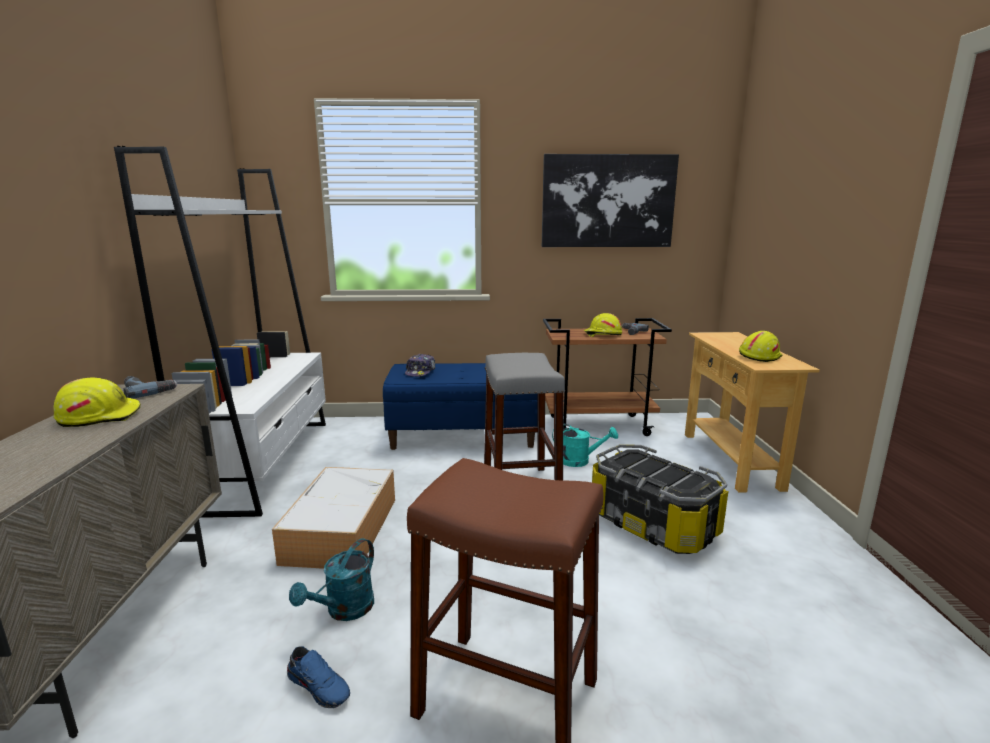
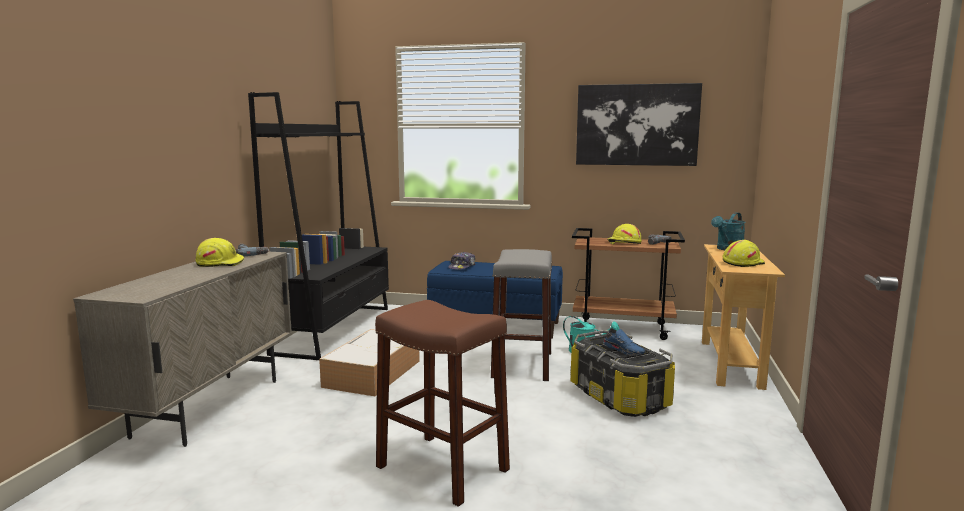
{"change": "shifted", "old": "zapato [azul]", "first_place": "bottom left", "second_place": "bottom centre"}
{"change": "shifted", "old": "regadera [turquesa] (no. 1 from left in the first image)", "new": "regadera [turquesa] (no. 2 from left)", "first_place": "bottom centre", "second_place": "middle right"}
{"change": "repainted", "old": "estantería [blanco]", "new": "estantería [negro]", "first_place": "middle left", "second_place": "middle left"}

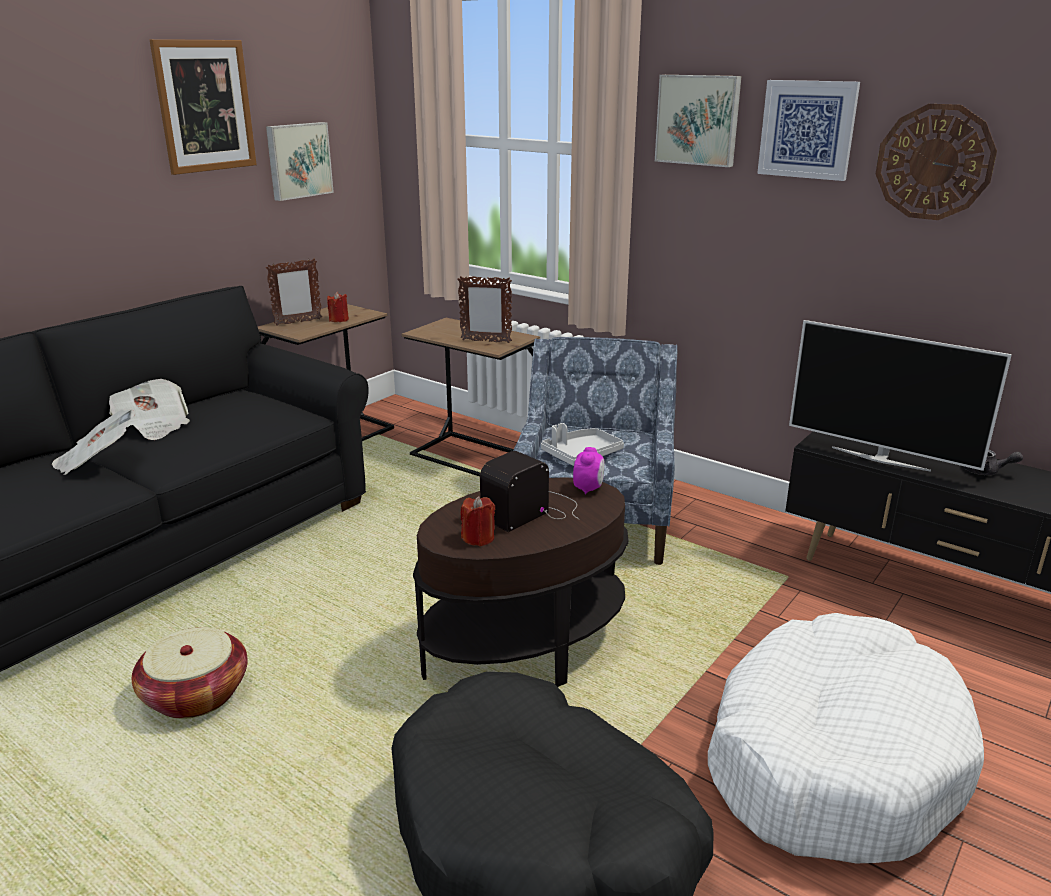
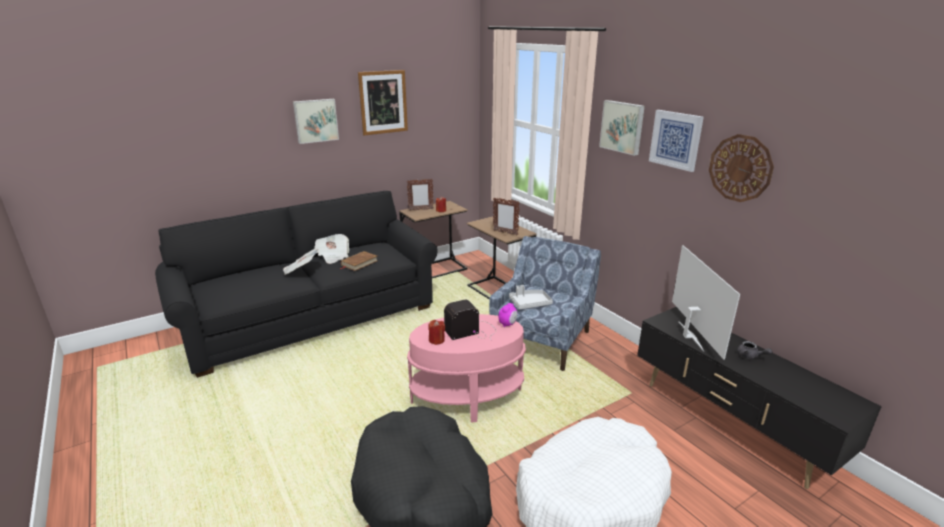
{"change": "gone", "old": "cesta", "first_place": "bottom left"}
{"change": "new", "new": "libro [marrón]", "second_place": "centre"}
{"change": "shifted", "old": "cuadro (no. 2 from left in the first image)", "new": "cuadro (no. 1 from left)", "first_place": "top left", "second_place": "top centre"}
{"change": "repainted", "old": "mesa auxiliar [marrón] (no. 3 from left)", "new": "mesa auxiliar [rosa]", "first_place": "centre", "second_place": "bottom centre"}
{"change": "rotated", "old": "televisor", "first_place": "middle right", "second_place": "middle right", "degrees": -150}

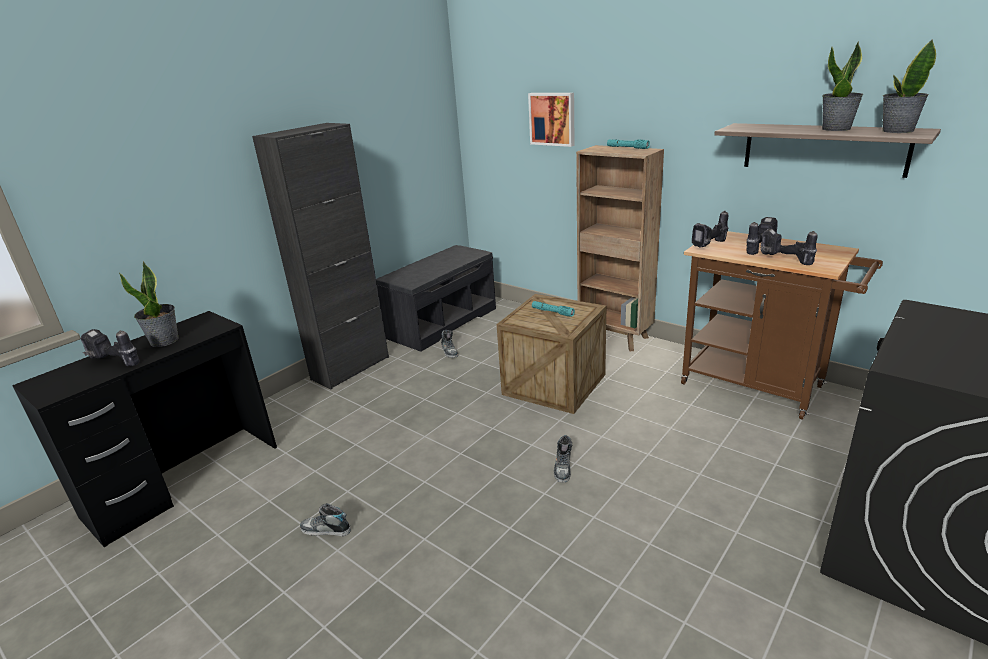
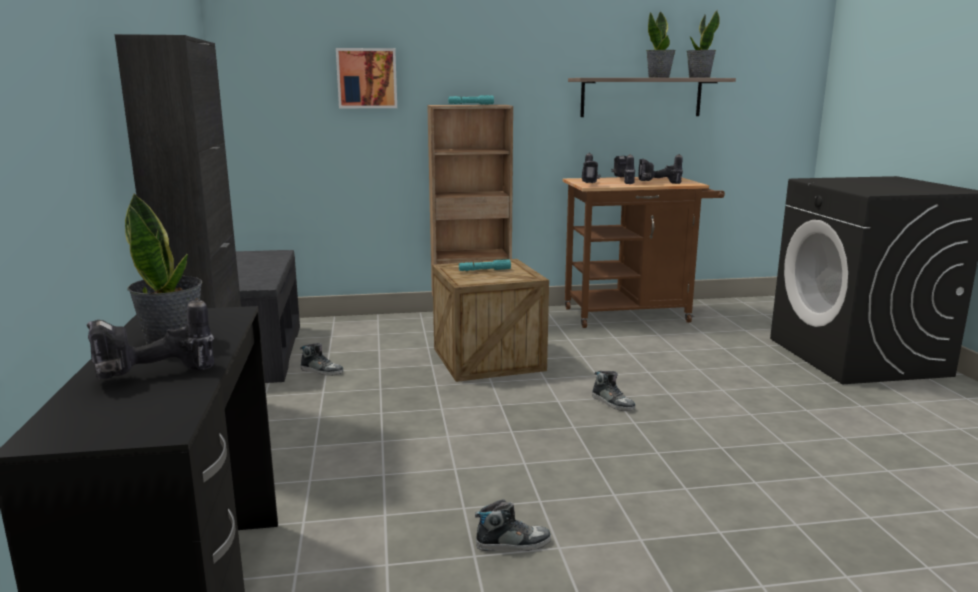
{"change": "rotated", "old": "zapato (no. 1 from left in the first image)", "first_place": "bottom left", "second_place": "bottom centre", "degrees": -150}

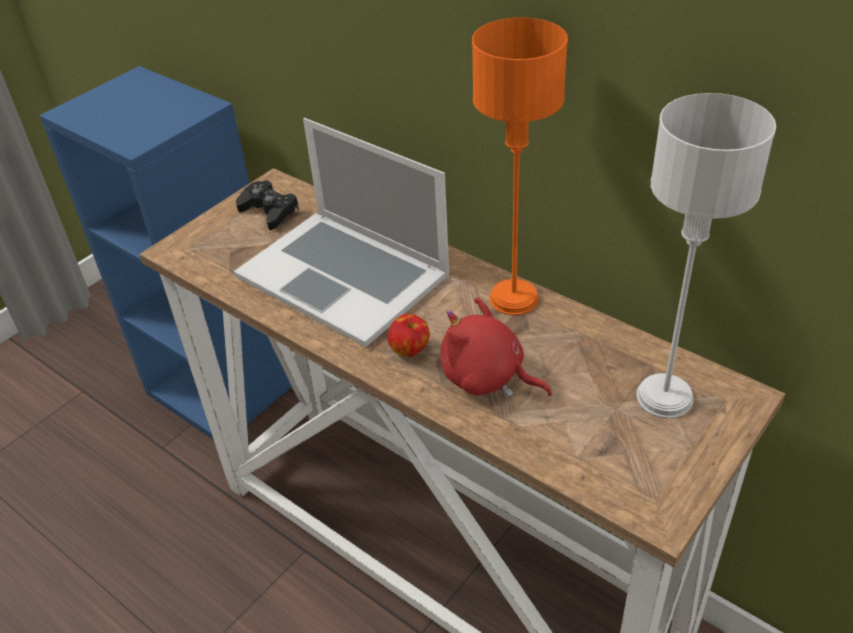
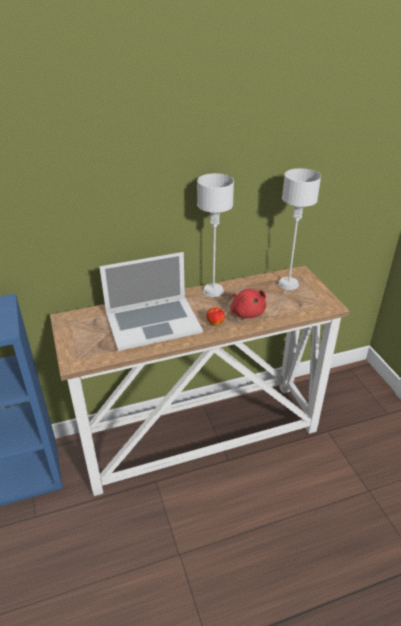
{"change": "gone", "old": "mando de consola [negro]", "first_place": "top left"}
{"change": "repainted", "old": "lámpara de mesa [naranja]", "new": "lámpara de mesa [gris] (no. 1 from left)", "first_place": "top centre", "second_place": "centre"}
{"change": "rotated", "old": "peluche [rojo]", "first_place": "centre", "second_place": "centre", "degrees": -90}

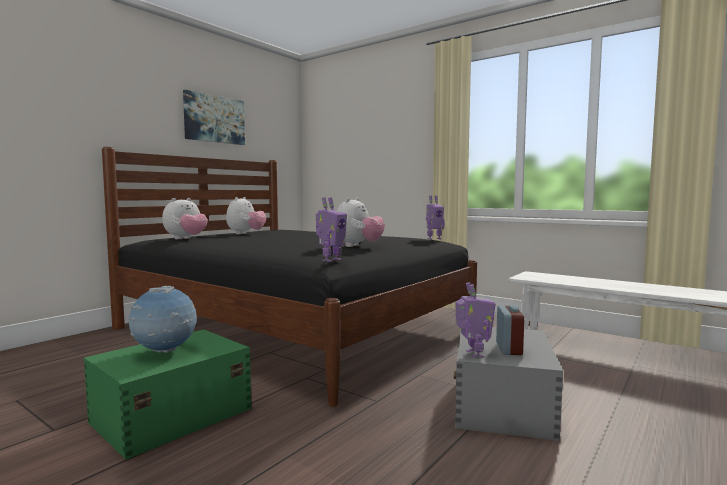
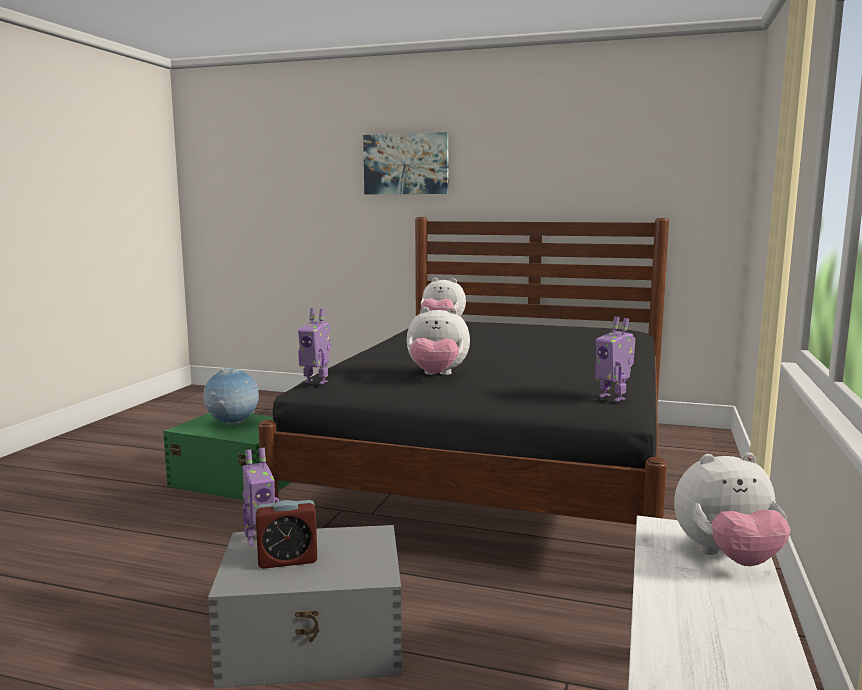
{"change": "shifted", "old": "cuadro", "first_place": "top left", "second_place": "top centre"}
{"change": "shifted", "old": "peluche (no. 2 from left in the first image)", "new": "peluche (no. 3 from left)", "first_place": "centre", "second_place": "bottom right"}

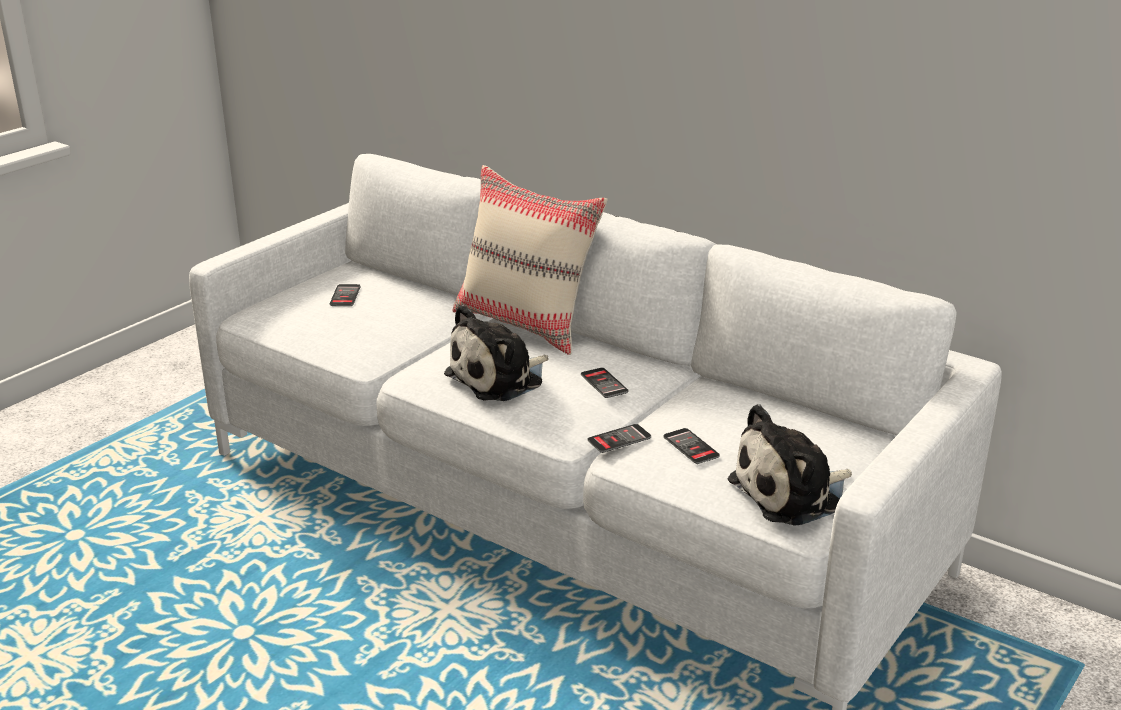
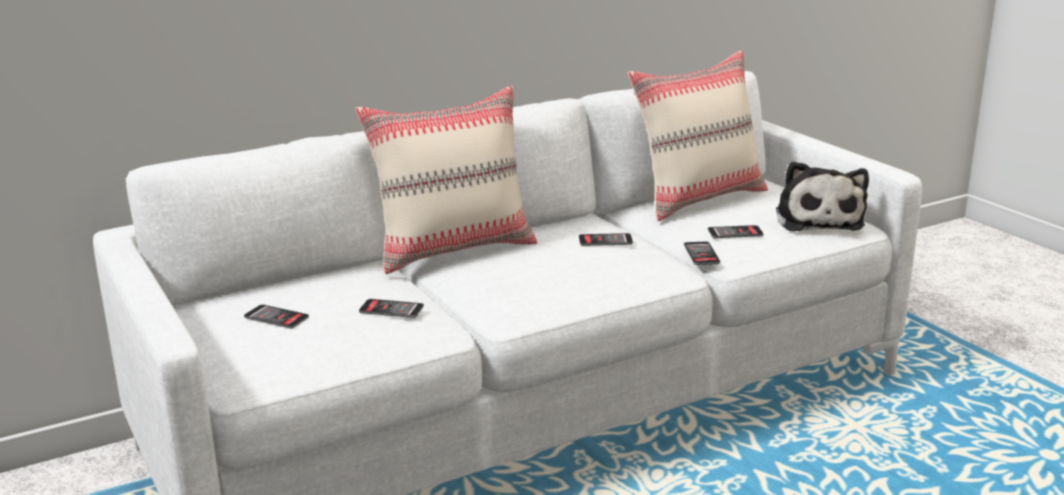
{"change": "gone", "old": "peluche (no. 1 from left)", "first_place": "centre"}
{"change": "new", "new": "móvil (no. 2 from left)", "second_place": "centre"}
{"change": "new", "new": "cojín [beis] (no. 2 from left)", "second_place": "top centre"}

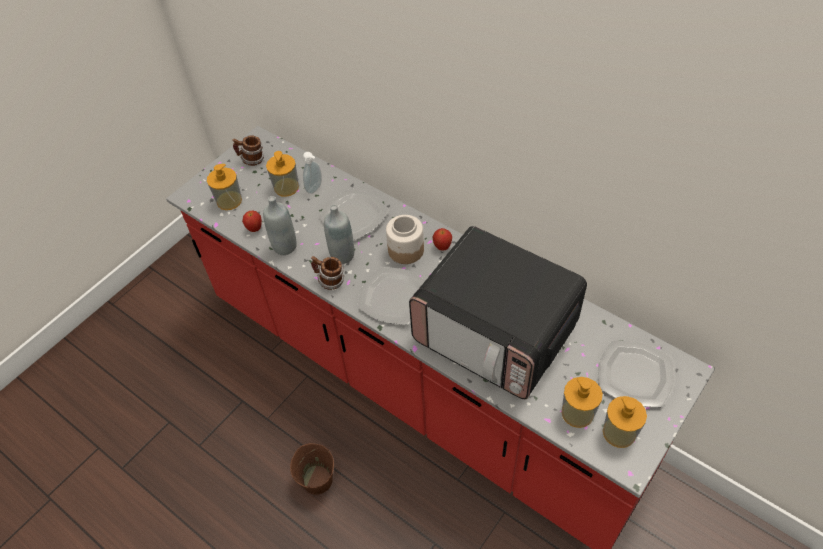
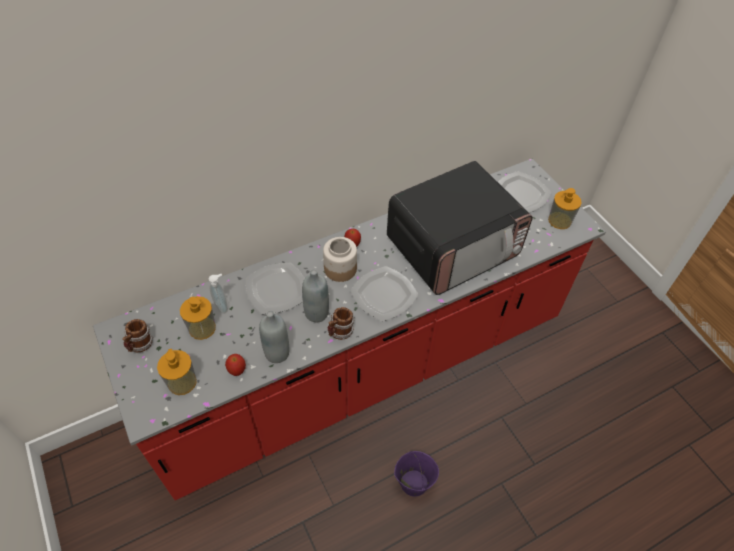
{"change": "gone", "old": "dispensador de jabón (no. 4 from left)", "first_place": "bottom right"}
{"change": "repainted", "old": "cubo [marrón]", "new": "cubo [morado]", "first_place": "bottom centre", "second_place": "bottom centre"}

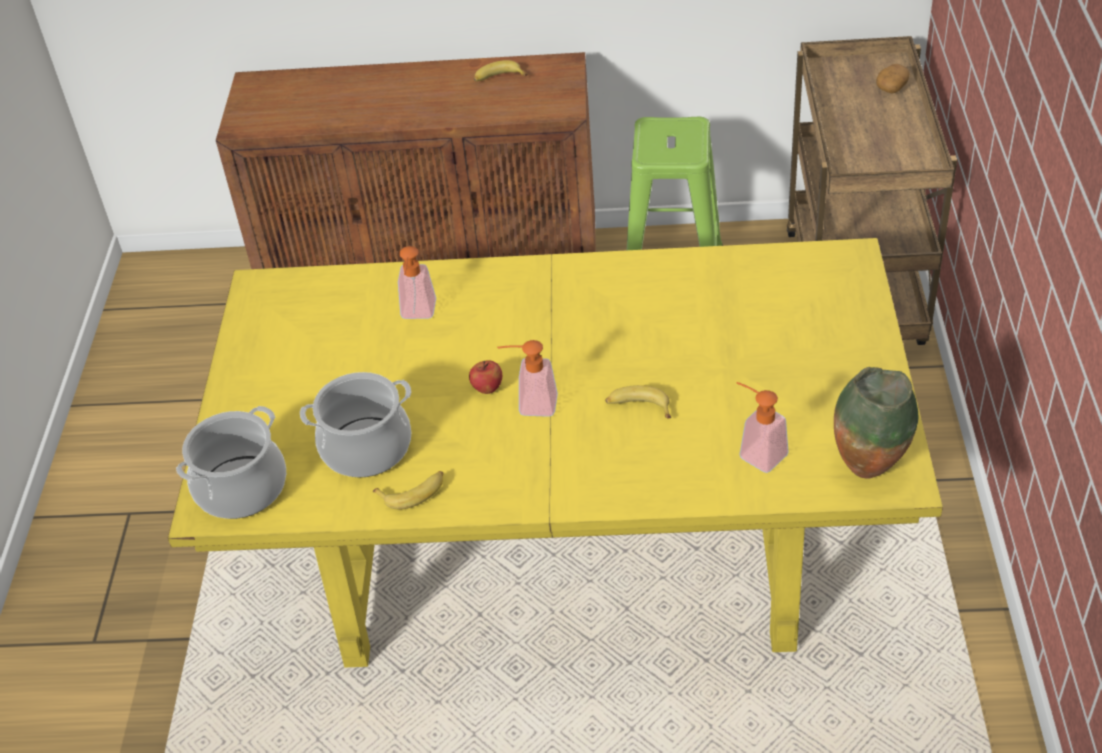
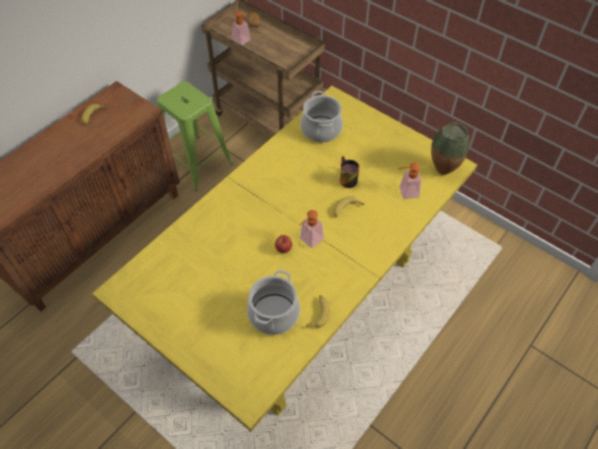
{"change": "new", "new": "taza grande", "second_place": "centre"}
{"change": "shifted", "old": "olla (no. 1 from left in the first image)", "new": "olla (no. 2 from left)", "first_place": "middle left", "second_place": "top centre"}
{"change": "shifted", "old": "dispensador de jabón (no. 1 from left)", "first_place": "centre", "second_place": "top centre"}

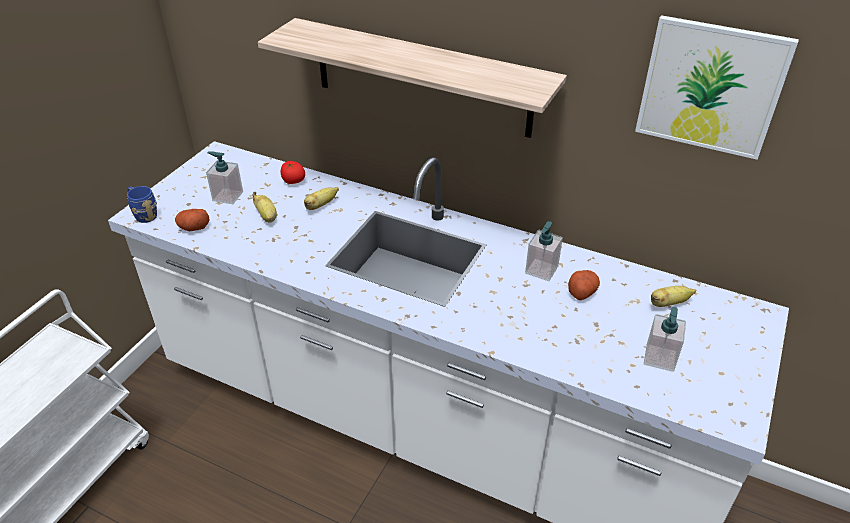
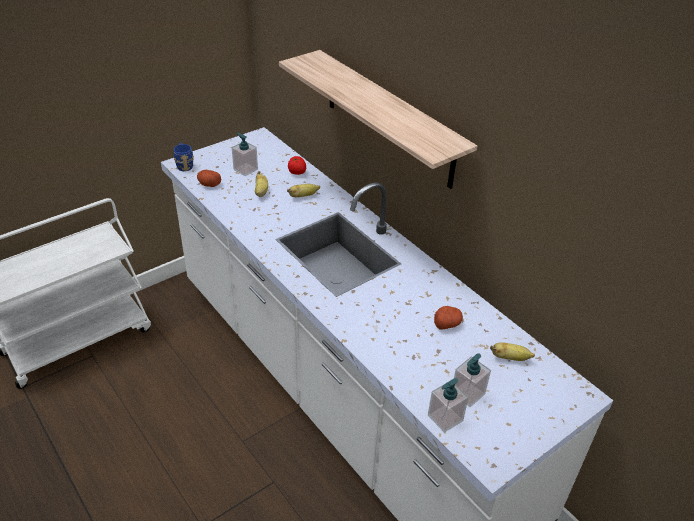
{"change": "gone", "old": "cuadro", "first_place": "top right"}
{"change": "shifted", "old": "dispensador de jabón (no. 2 from left)", "first_place": "centre", "second_place": "bottom centre"}

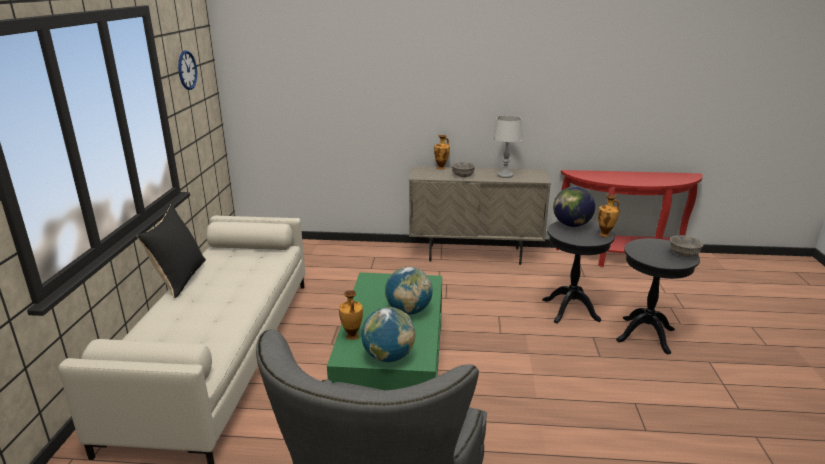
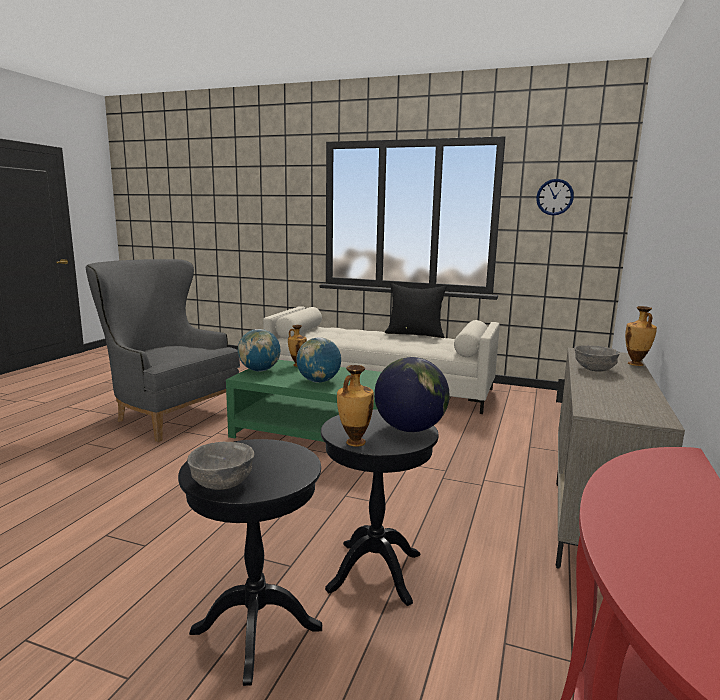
{"change": "gone", "old": "lámpara de mesa [gris]", "first_place": "top centre"}

